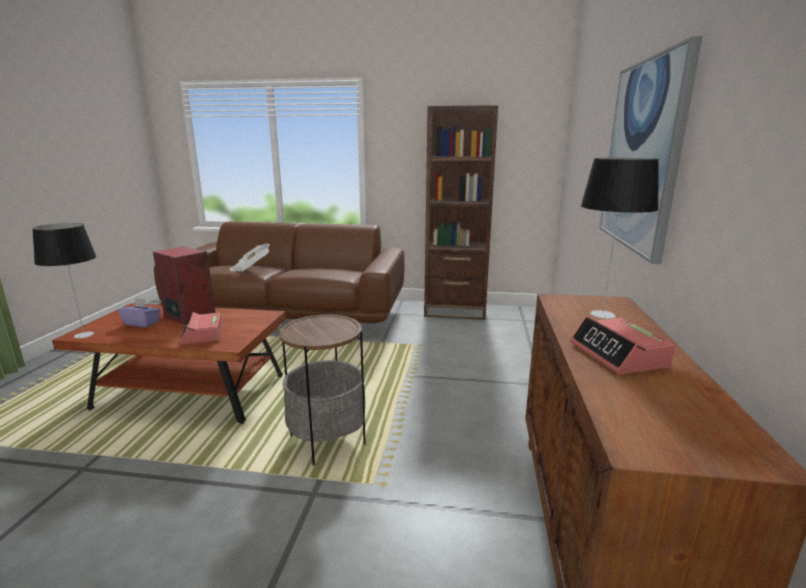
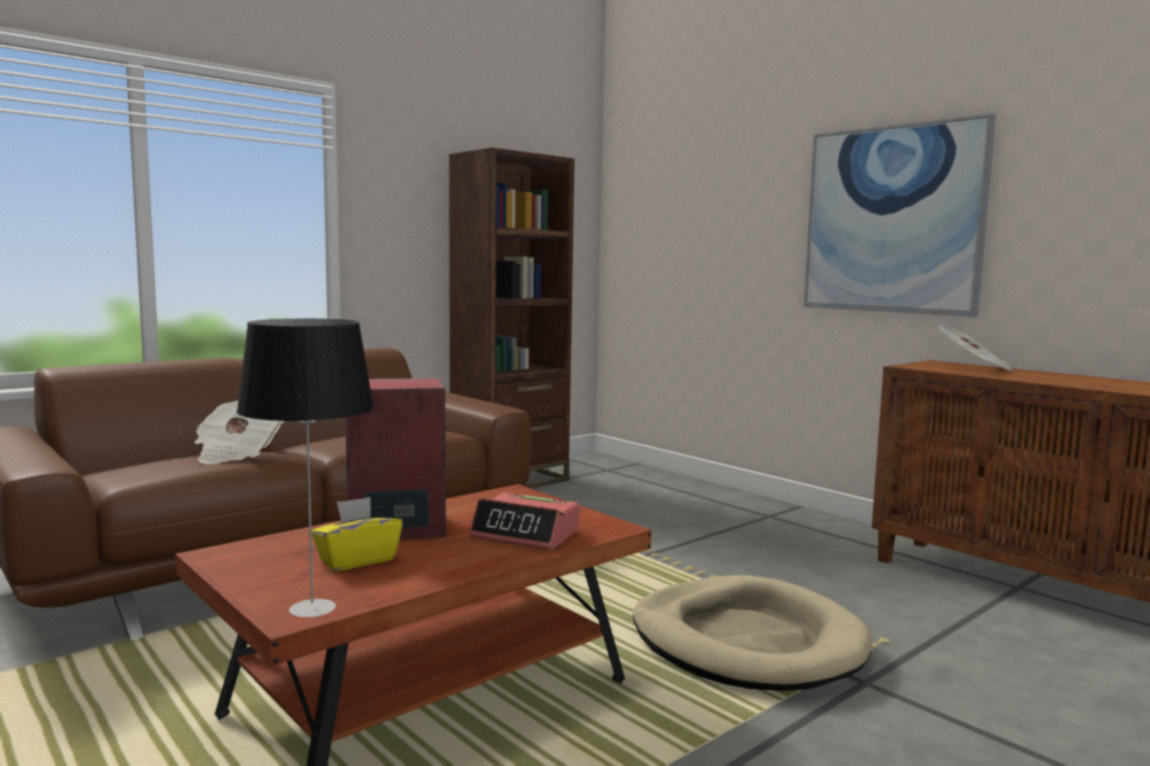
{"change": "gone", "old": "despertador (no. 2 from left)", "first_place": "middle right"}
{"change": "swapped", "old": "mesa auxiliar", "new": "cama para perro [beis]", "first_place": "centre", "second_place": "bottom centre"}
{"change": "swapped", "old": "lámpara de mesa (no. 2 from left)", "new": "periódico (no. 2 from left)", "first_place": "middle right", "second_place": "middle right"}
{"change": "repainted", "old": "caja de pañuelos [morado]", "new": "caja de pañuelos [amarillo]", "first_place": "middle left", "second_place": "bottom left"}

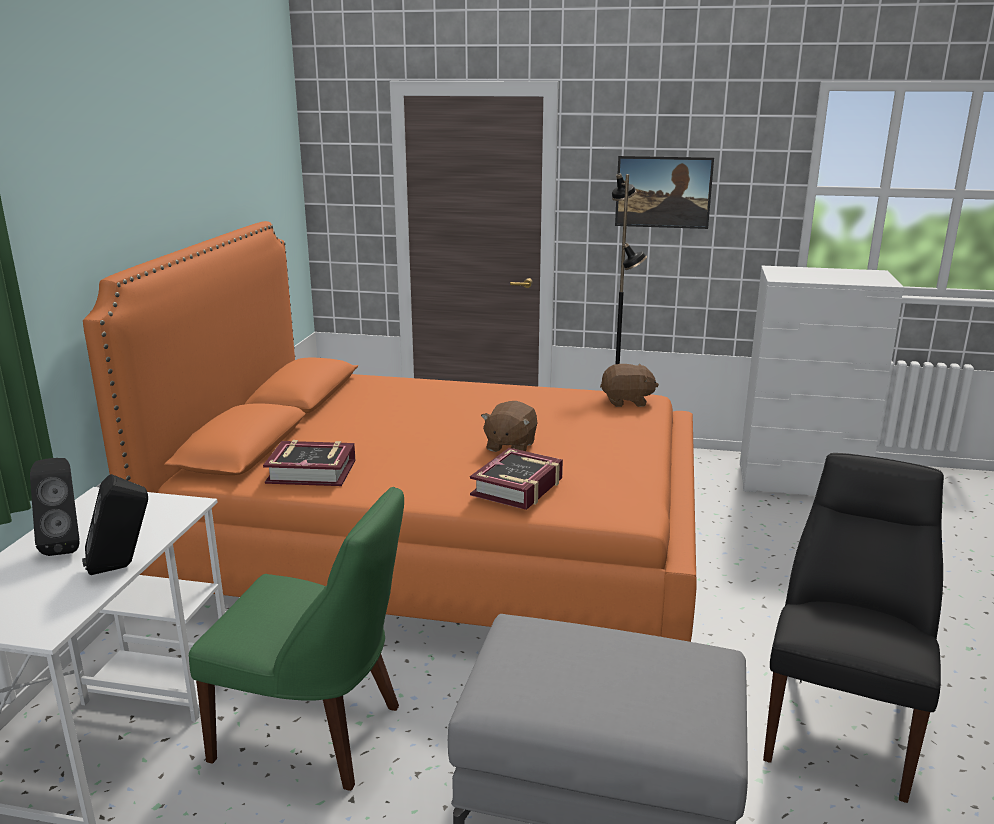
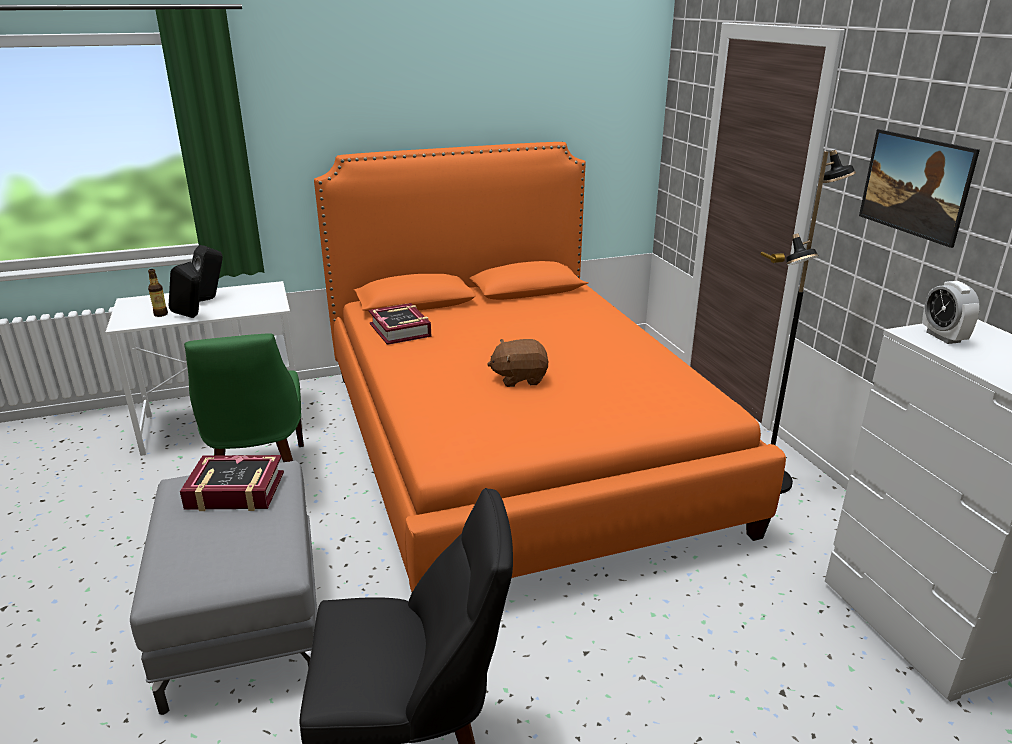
{"change": "gone", "old": "peluche [marrón] (no. 2 from left)", "first_place": "centre"}
{"change": "new", "new": "botella", "second_place": "middle left"}
{"change": "new", "new": "despertador", "second_place": "middle right"}
{"change": "shifted", "old": "libro (no. 2 from left in the first image)", "new": "libro (no. 1 from left)", "first_place": "centre", "second_place": "middle left"}

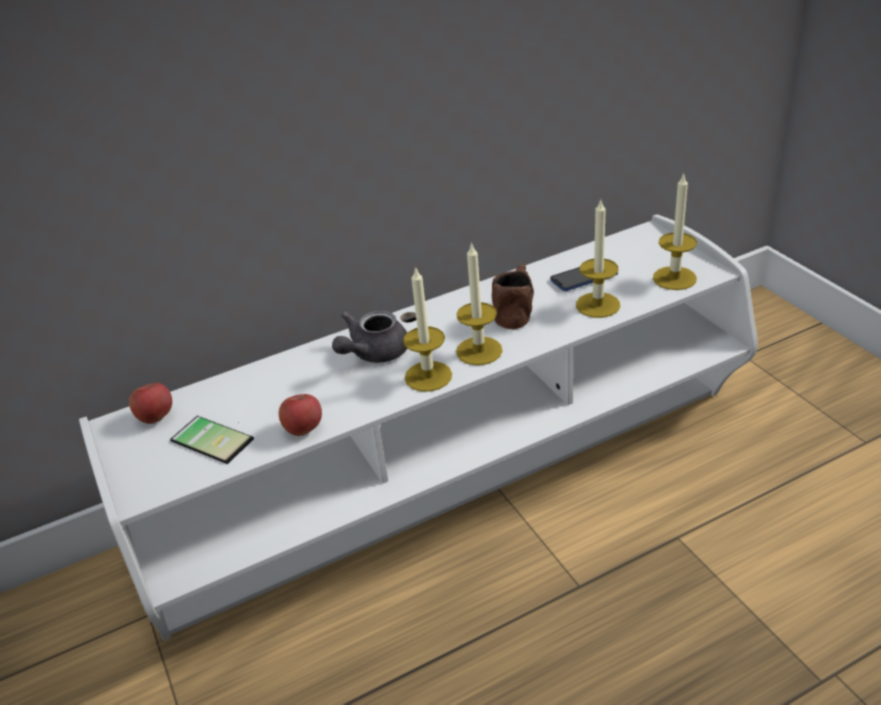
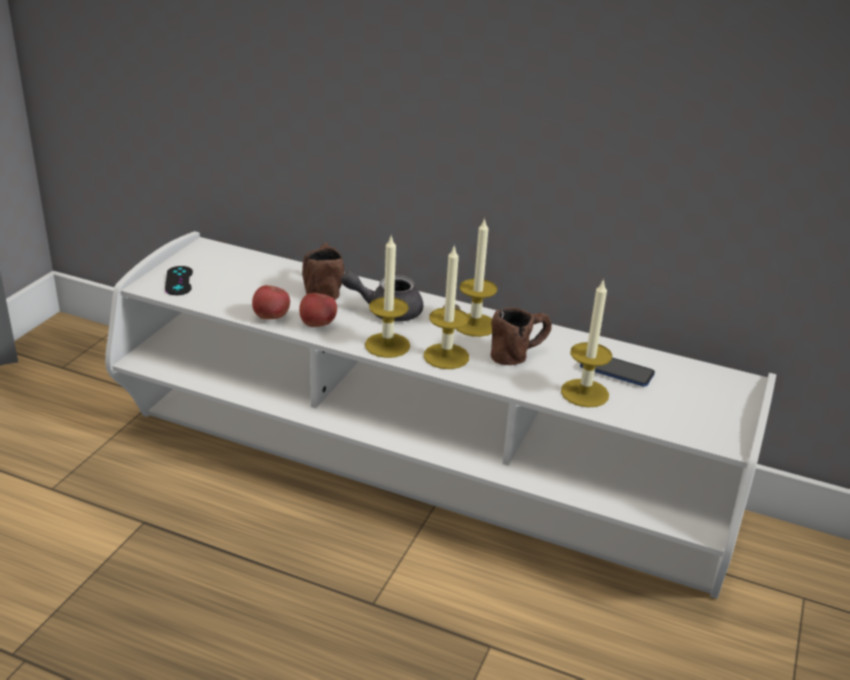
{"change": "gone", "old": "móvil (no. 1 from left)", "first_place": "middle left"}
{"change": "new", "new": "mando de consola [negro]", "second_place": "middle left"}
{"change": "new", "new": "taza grande [marrón] (no. 1 from left)", "second_place": "centre"}
{"change": "shifted", "old": "manzana (no. 1 from left in the first image)", "new": "manzana (no. 2 from left)", "first_place": "middle left", "second_place": "centre"}
{"change": "shifted", "old": "vela (no. 4 from left in the first image)", "new": "vela (no. 3 from left)", "first_place": "top right", "second_place": "centre"}

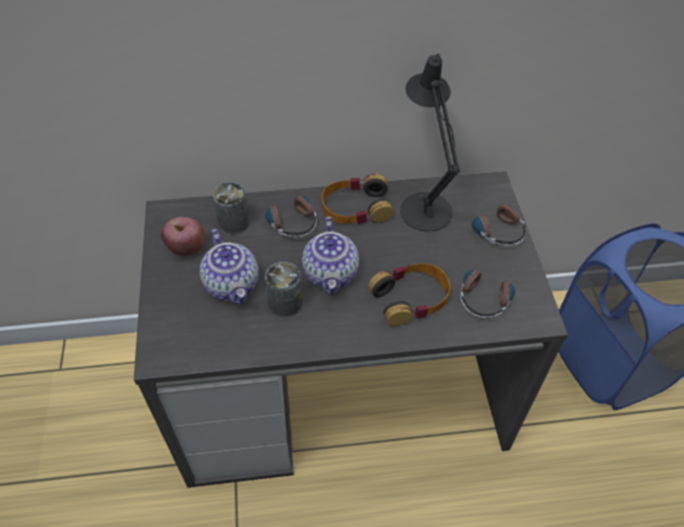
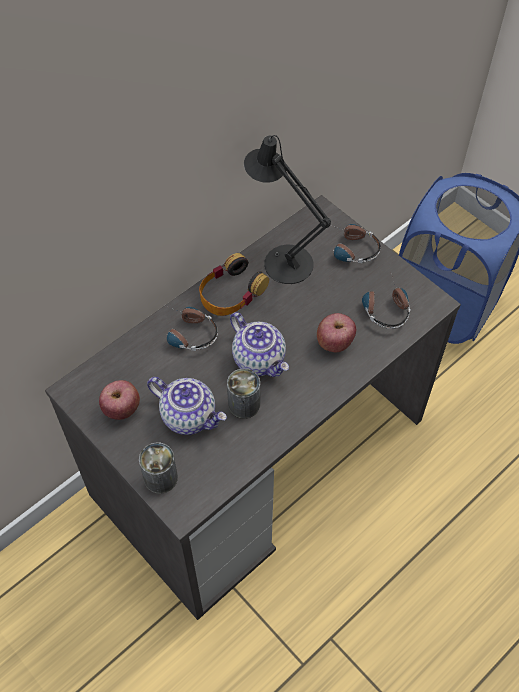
{"change": "shifted", "old": "lata (no. 1 from left)", "first_place": "centre", "second_place": "bottom left"}
{"change": "swapped", "old": "auriculares (no. 3 from left)", "new": "manzana (no. 2 from left)", "first_place": "centre", "second_place": "centre"}

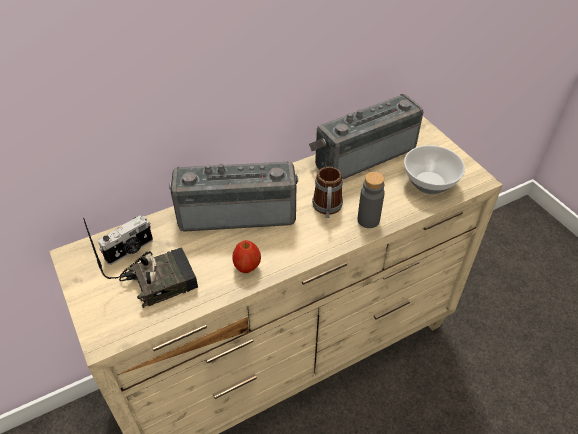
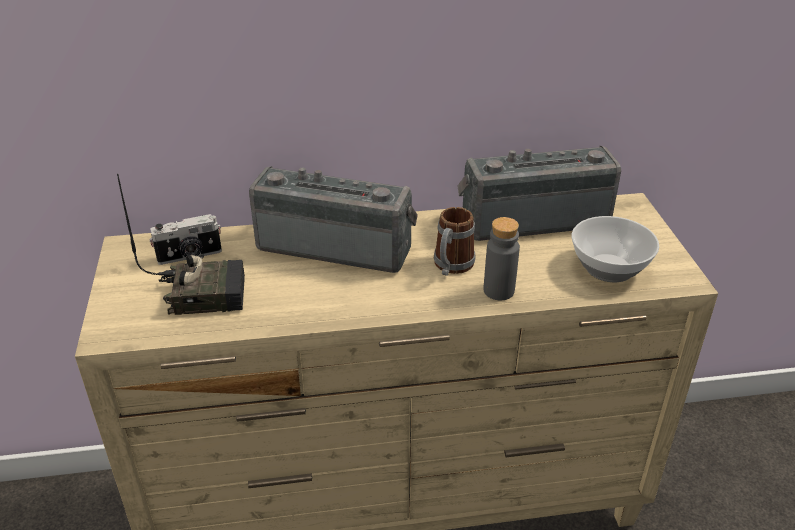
{"change": "gone", "old": "manzana", "first_place": "centre"}

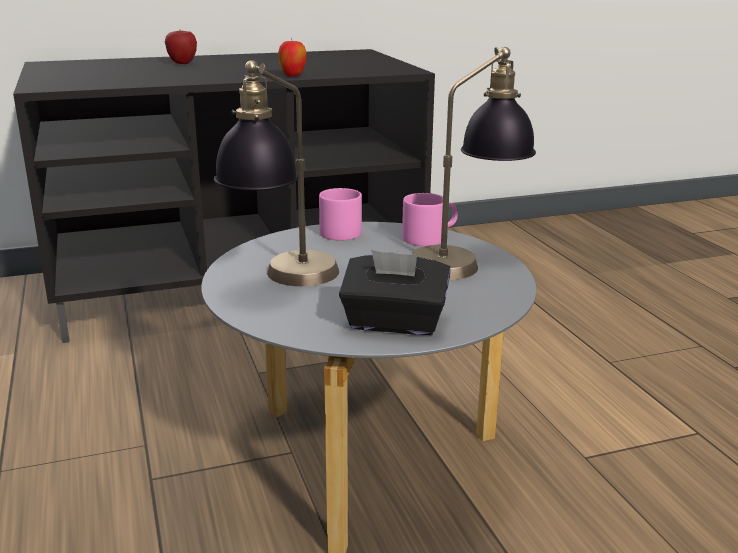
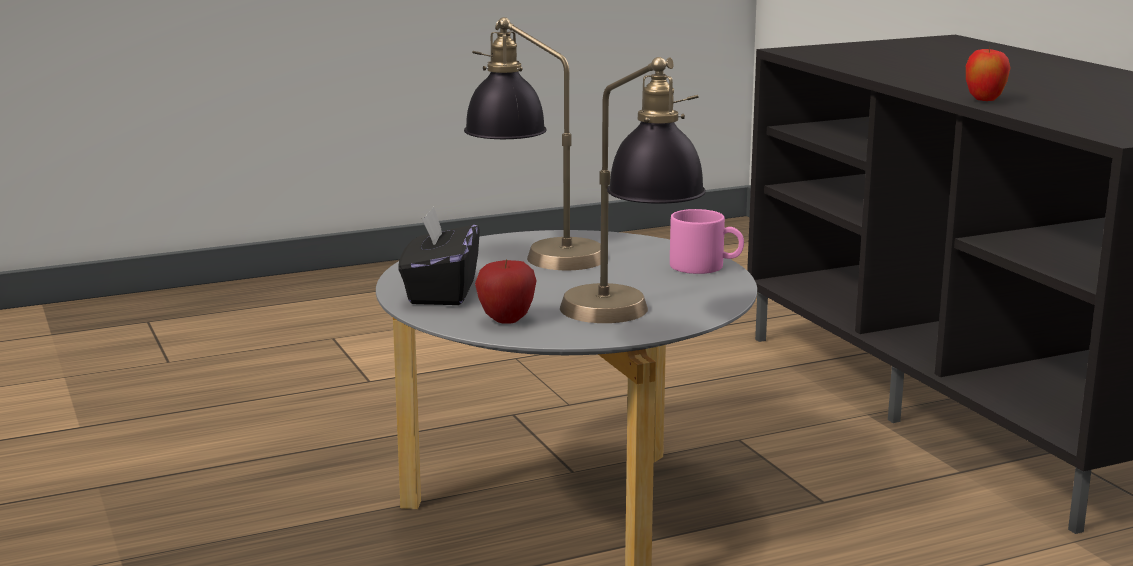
{"change": "gone", "old": "taza grande [rosa] (no. 2 from left)", "first_place": "centre"}
{"change": "shifted", "old": "manzana (no. 1 from left)", "first_place": "top left", "second_place": "centre"}

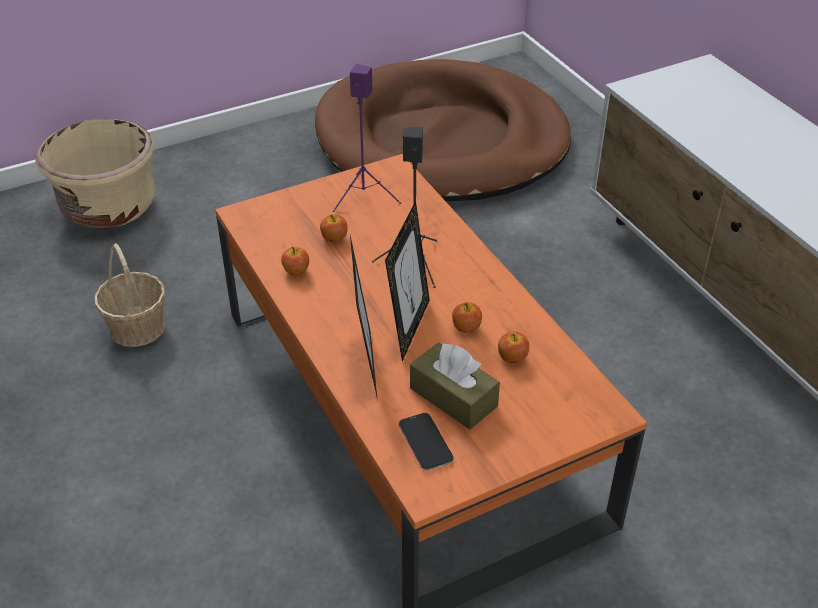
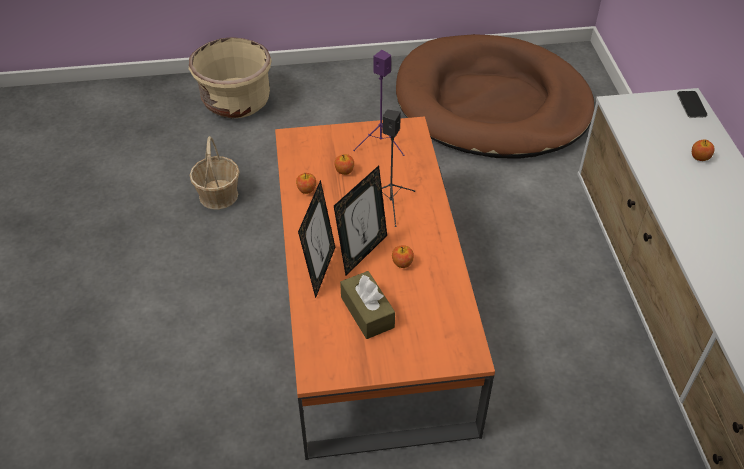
{"change": "shifted", "old": "móvil", "first_place": "bottom centre", "second_place": "top right"}
{"change": "shifted", "old": "manzana (no. 4 from left)", "first_place": "centre", "second_place": "top right"}

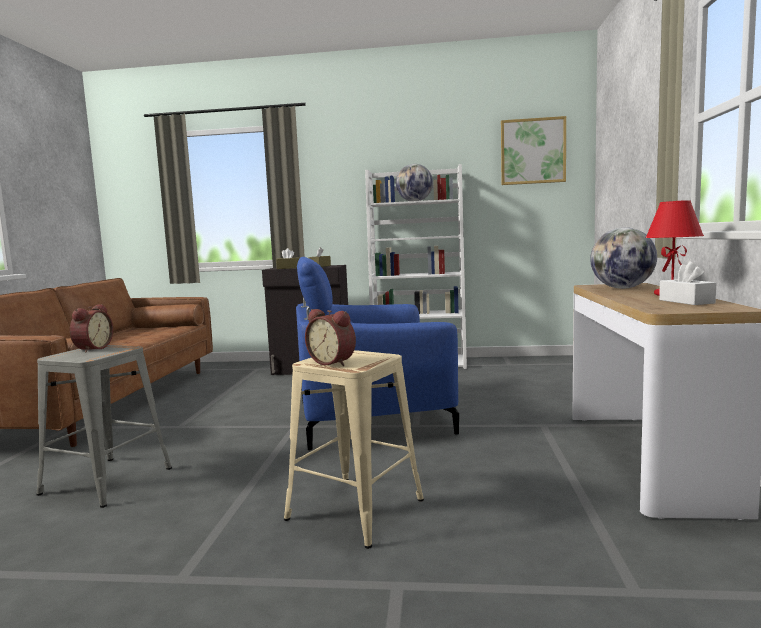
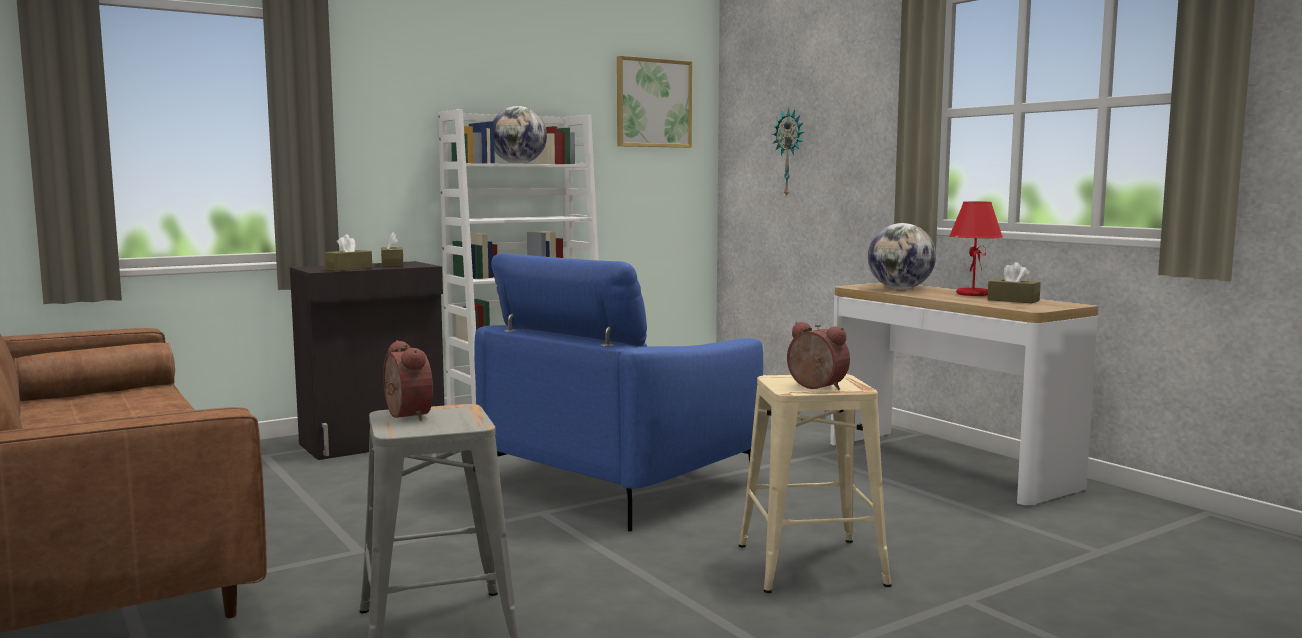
{"change": "new", "new": "reloj de pared", "second_place": "top centre"}
{"change": "repainted", "old": "caja de pañuelos [blanco]", "new": "caja de pañuelos [marrón] (no. 3 from left)", "first_place": "middle right", "second_place": "middle right"}
{"change": "rotated", "old": "despertador (no. 2 from left)", "first_place": "centre", "second_place": "centre", "degrees": -135}

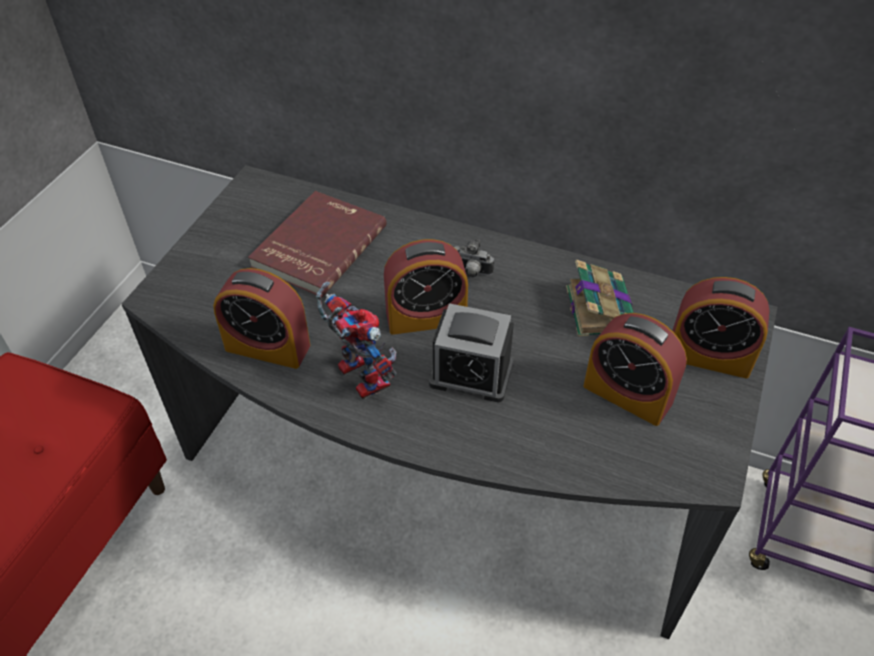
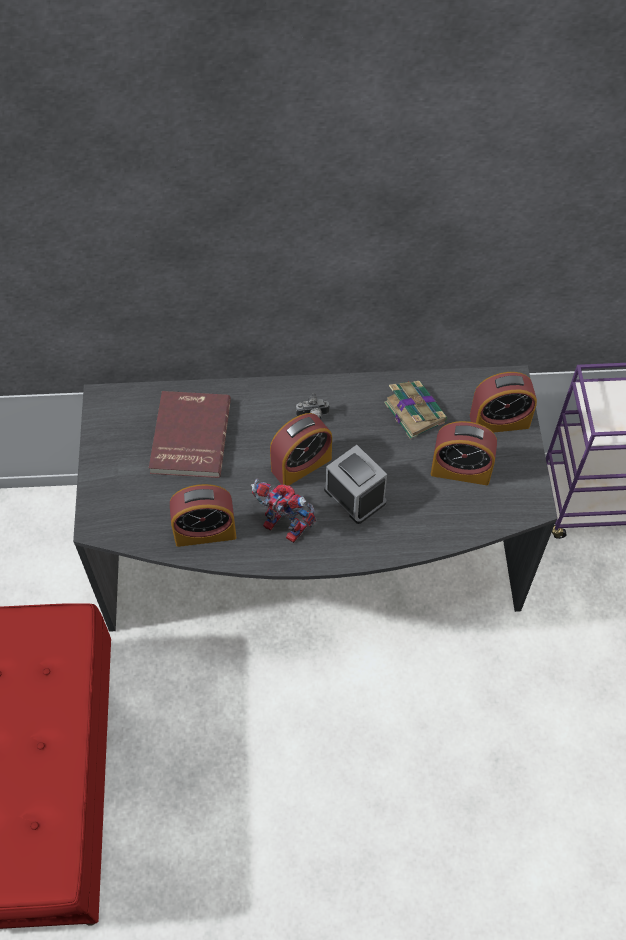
{"change": "rotated", "old": "despertador (no. 3 from left)", "first_place": "centre", "second_place": "centre", "degrees": -120}

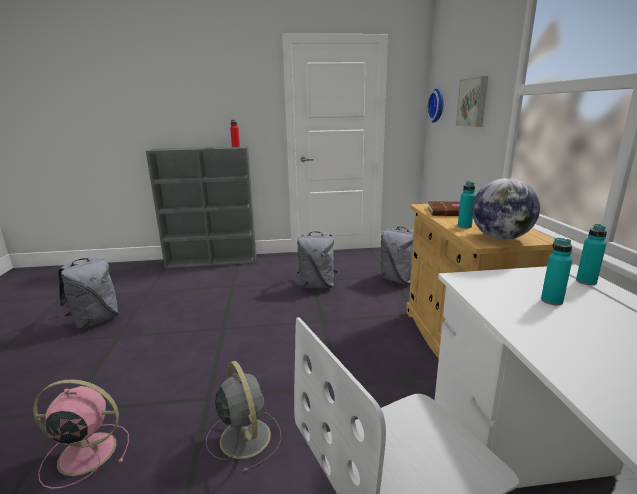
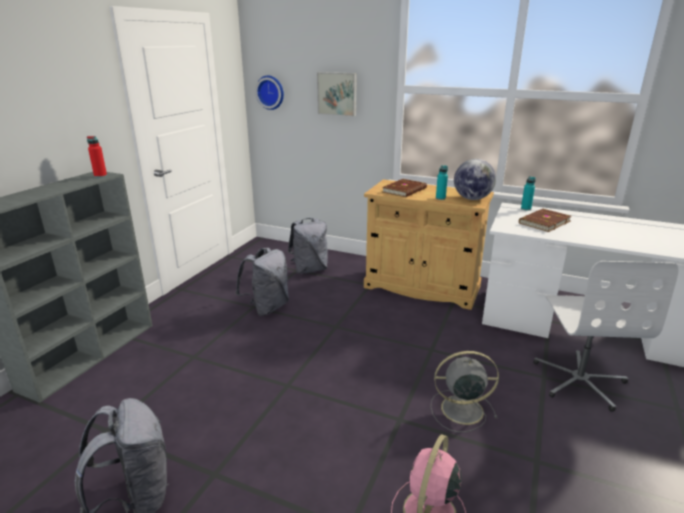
{"change": "swapped", "old": "botella [turquesa] (no. 2 from left)", "new": "libro [marrón] (no. 2 from left)", "first_place": "middle right", "second_place": "middle right"}

